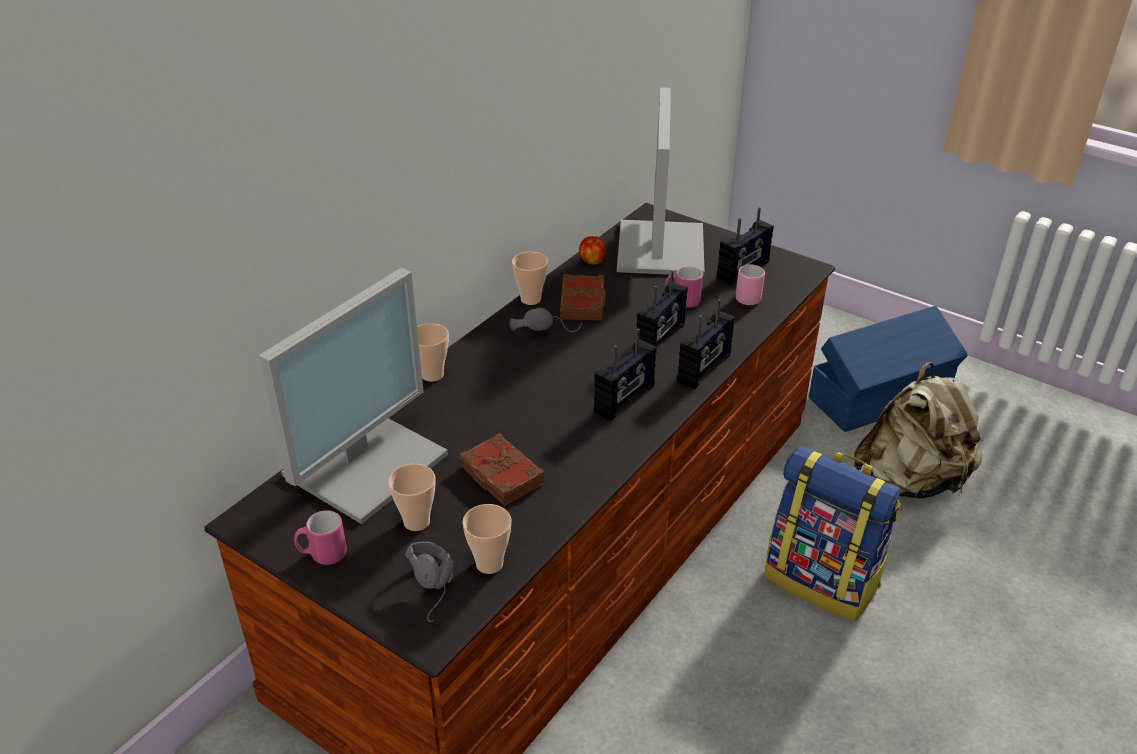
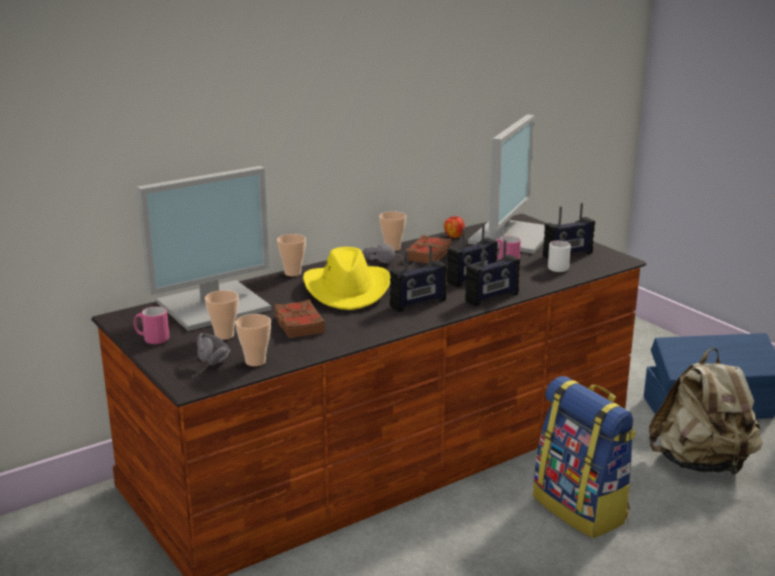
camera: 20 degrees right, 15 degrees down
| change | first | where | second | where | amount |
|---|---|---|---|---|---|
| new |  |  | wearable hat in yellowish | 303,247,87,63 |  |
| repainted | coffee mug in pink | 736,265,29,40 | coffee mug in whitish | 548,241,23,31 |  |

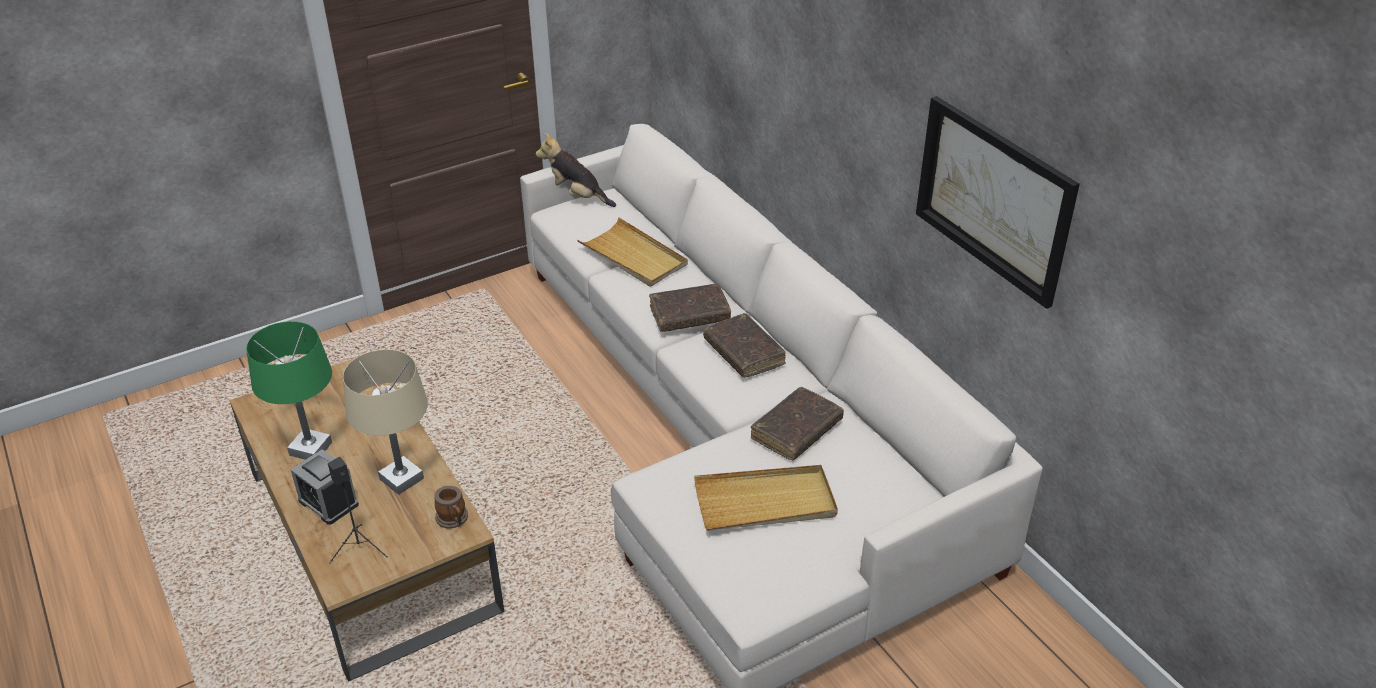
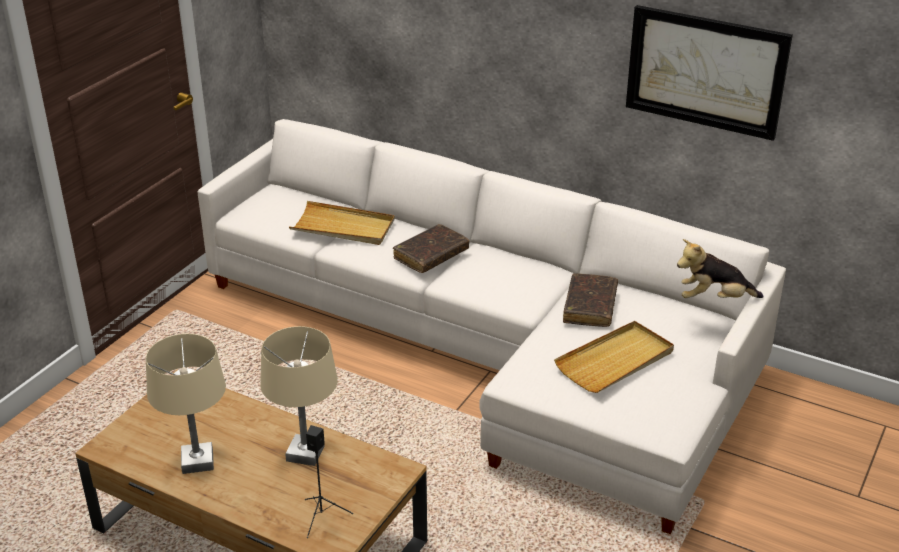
camera: 30 degrees left, 5 degrees down
| change | first | where | second | where | amount |
|---|---|---|---|---|---|
| gone | table clock | 291,449,68,76 |  |  |  |
| gone | coffee mug | 434,486,34,43 |  |  |  |
| gone | book in brown | 703,313,83,65 |  |  |  |
| shifted | plush toy | 536,133,80,74 |  | 677,239,87,59 |  |
| repainted | lamp for a table in green-coloured | 246,321,86,139 | lamp for a table in sand-coloured | 146,334,80,140 |  |

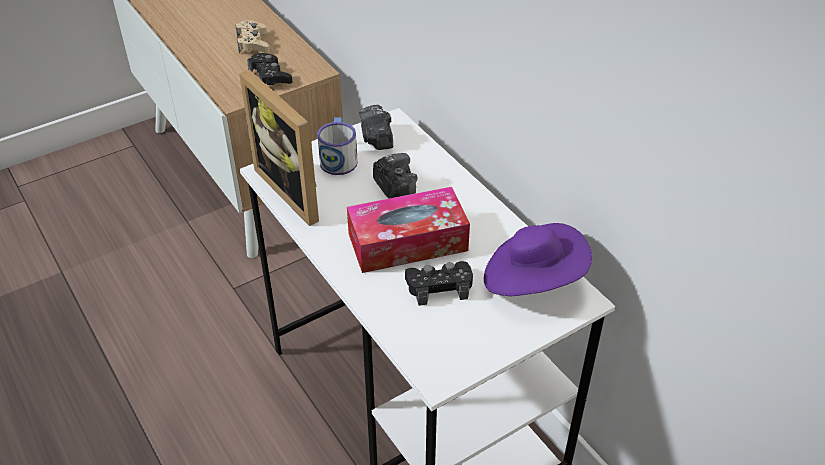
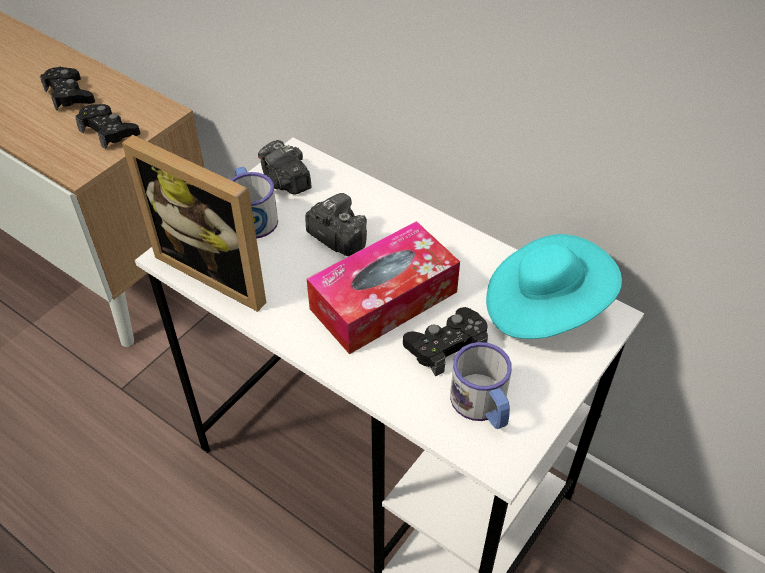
camera: 20 degrees left, 5 degrees up
| change | first | where | second | where | amount |
|---|---|---|---|---|---|
| new |  |  | coffee mug | 450,342,62,87 |  |
| repainted | joypad in sand-coloured | 236,20,34,33 | joypad in black | 40,67,55,44 |  |
| repainted | wearable hat in purple-coloured | 484,223,108,73 | wearable hat in blue-green | 486,234,136,105 |  |

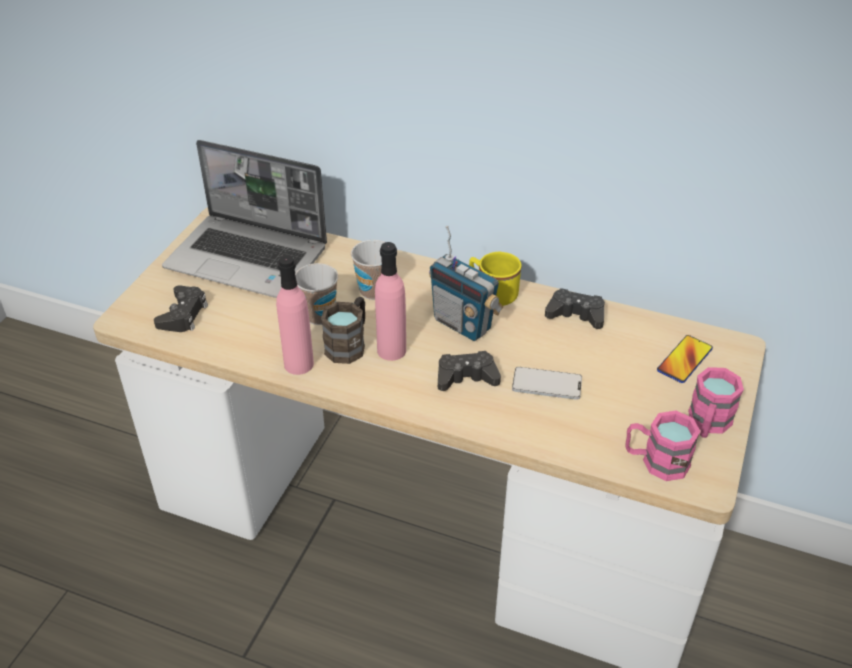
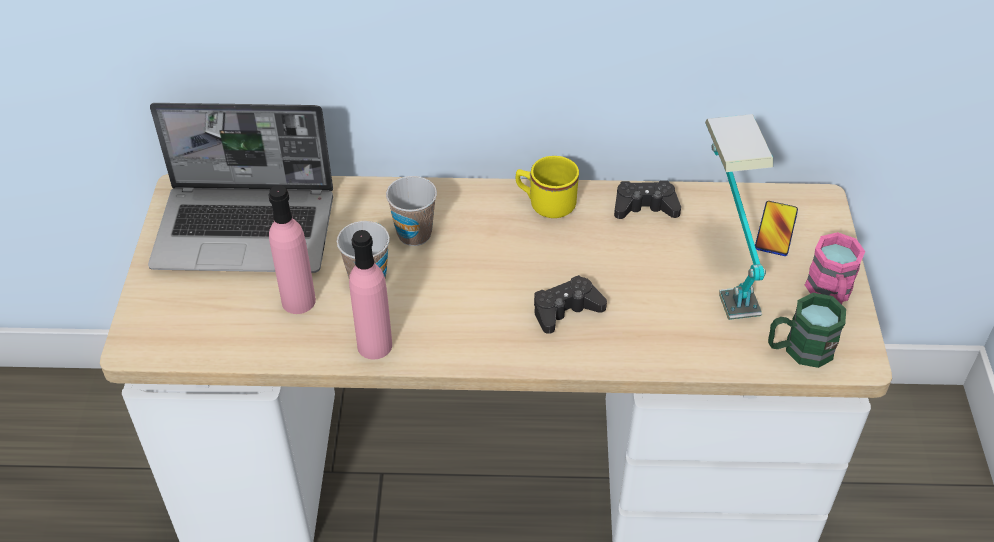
camera: 20 degrees left, 5 degrees up
| change | first | where | second | where | amount |
|---|---|---|---|---|---|
| gone | joypad in black | 154,285,54,47 |  |  |  |
| gone | coffee mug in brown | 321,297,44,67 |  |  |  |
| gone | radio receiver | 429,226,74,115 |  |  |  |
| gone | handset | 512,367,70,33 |  |  |  |
| new |  |  | lamp for a table | 705,114,68,206 |  |
| shifted | drink bottle in pink | 375,242,31,119 |  | 269,185,47,129 |  |
| repainted | coffee mug in pink | 625,411,76,70 | coffee mug in green-coloured | 768,293,78,75 |  |

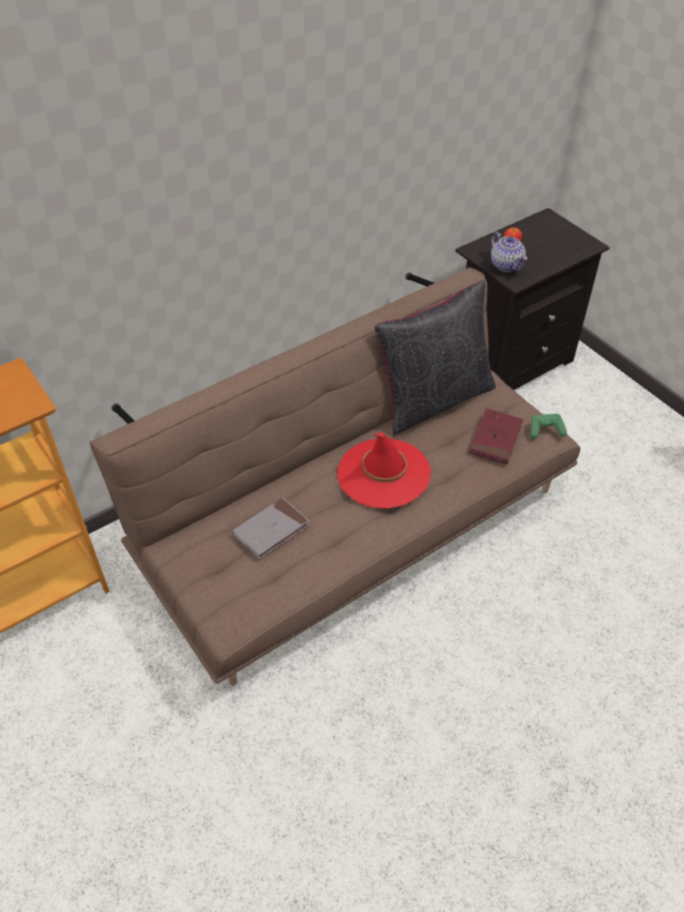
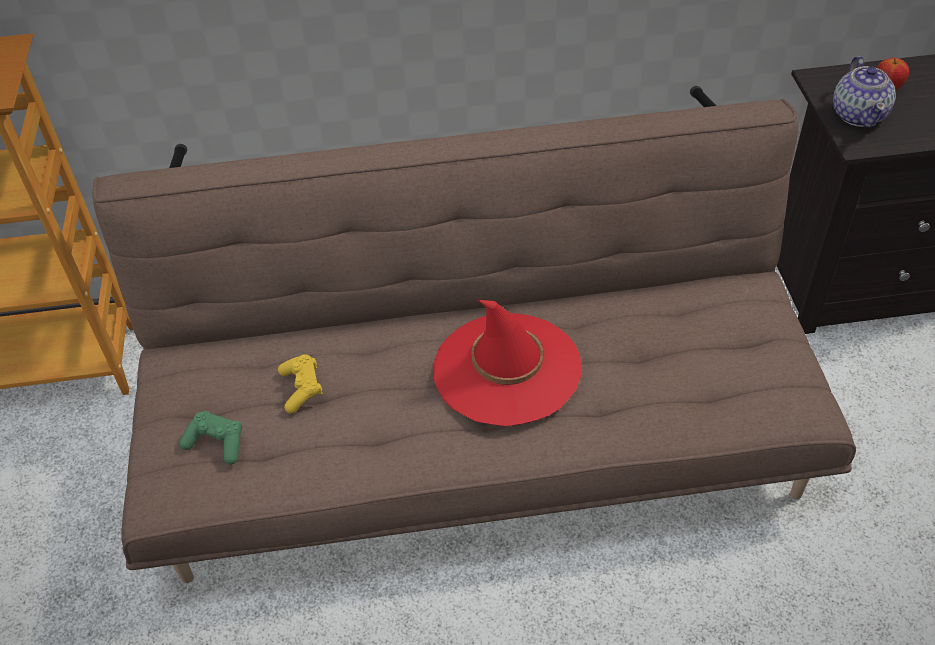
camera: 30 degrees right, 0 degrees up
| change | first | where | second | where | amount |
|---|---|---|---|---|---|
| gone | pillow in black | 375,281,121,154 |  |  |  |
| gone | book in red | 469,408,54,56 |  |  |  |
| shifted | joypad in green-coloured | 530,414,37,25 |  | 179,411,63,54 |  |
| swapped | book in greyish | 232,497,78,62 | joypad in yellowish | 278,354,45,60 |  |

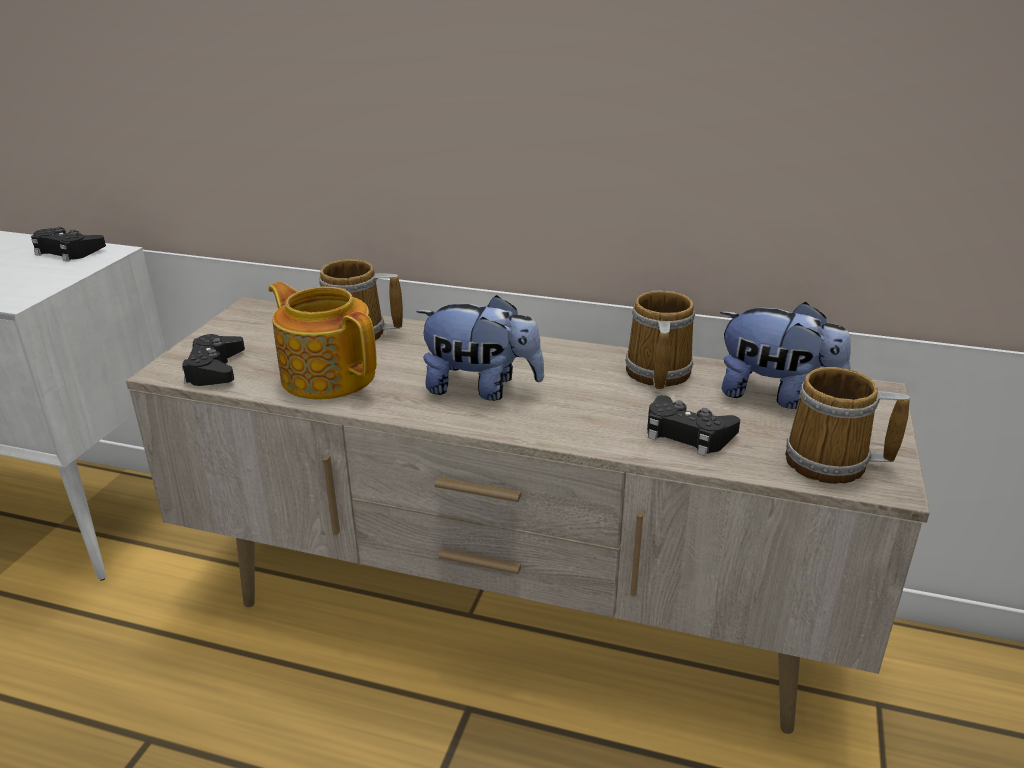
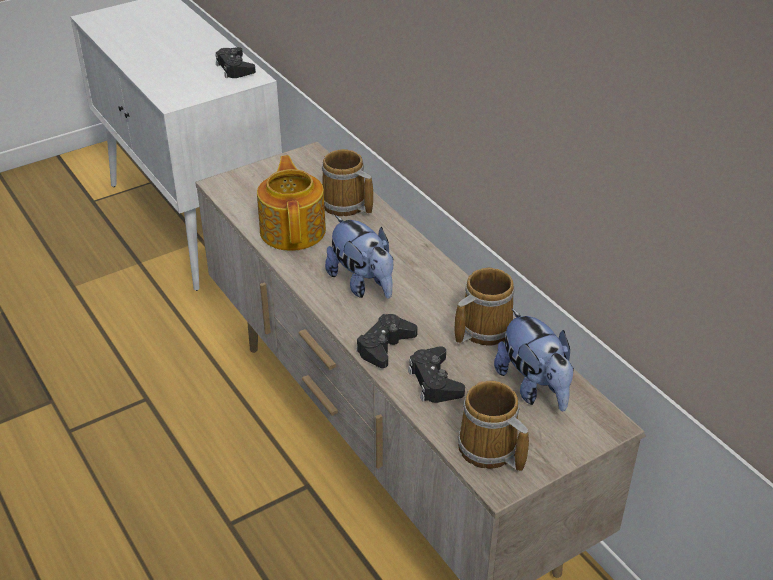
camera: 40 degrees right, 10 degrees up
| change | first | where | second | where | amount |
|---|---|---|---|---|---|
| shifted | joypad in black | 182,334,63,52 |  | 356,314,62,54 |  |

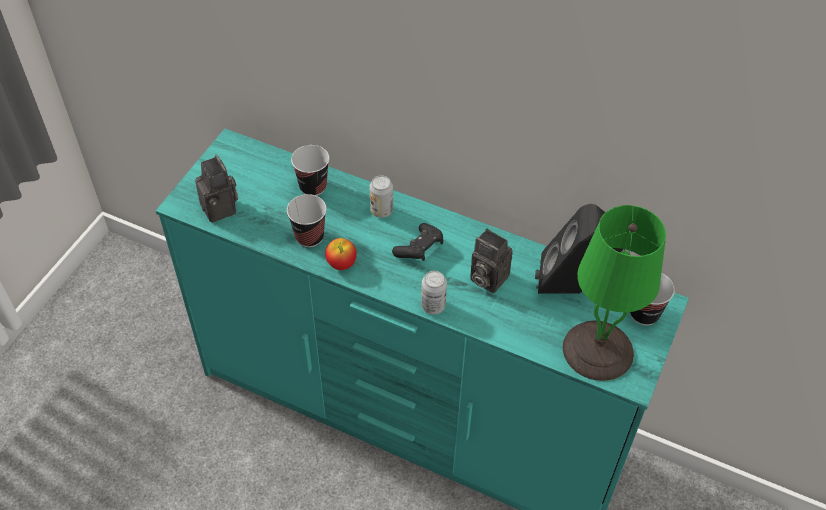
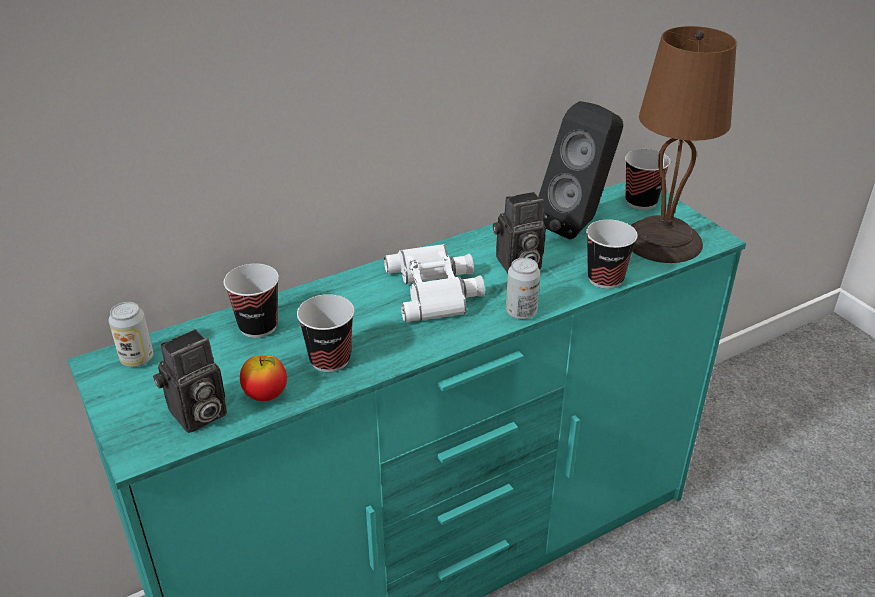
camera: 55 degrees left, 15 degrees down
| change | first | where | second | where | amount |
|---|---|---|---|---|---|
| new |  |  | drinking cup | 586,220,52,69 |  |
| shifted | whole apple | 325,238,32,32 |  | 240,355,47,46 |  |
| shifted | sealed can | 370,175,23,43 |  | 109,302,45,65 |  |
| swapped | joypad in black | 392,223,51,38 | binoculars in whitish | 384,244,101,78 |  |
| repainted | lamp for a table in green-coloured | 563,205,103,176 | lamp for a table in brown | 631,26,106,237 |  |
| rotated | still camera | 195,155,43,68 |  | 153,329,74,104 | 135 degrees clockwise |

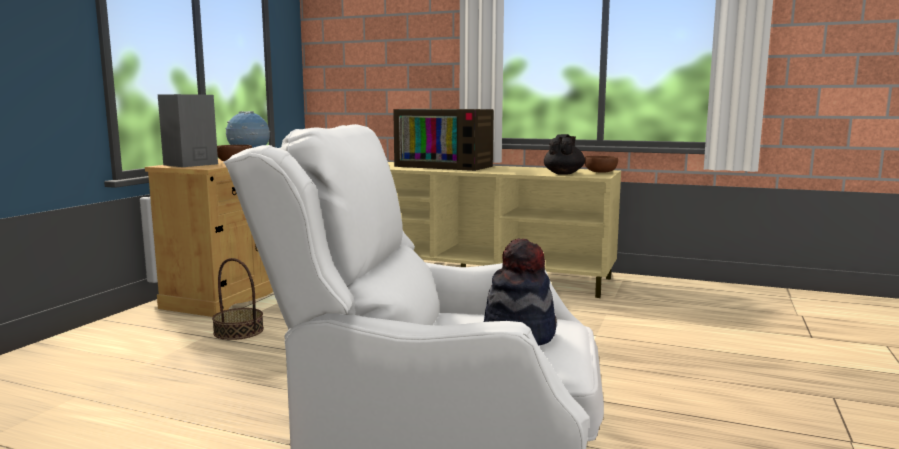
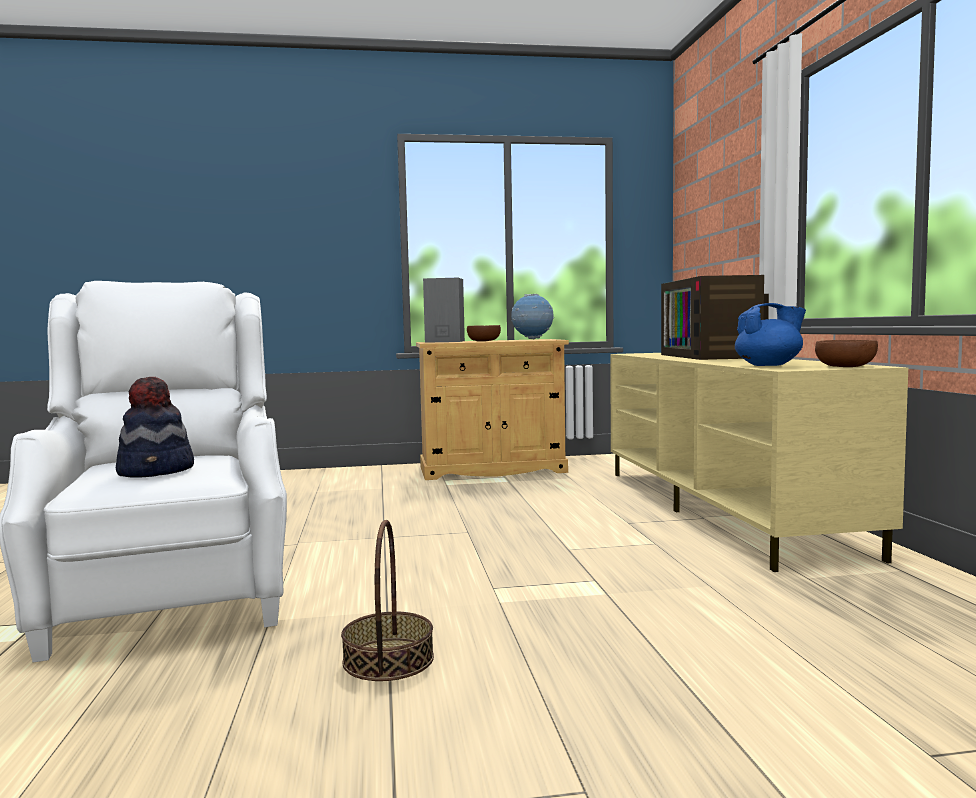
camera: 60 degrees right, 5 degrees down
| change | first | where | second | where | amount |
|---|---|---|---|---|---|
| shifted | basket | 212,258,52,82 |  | 341,520,93,161 |  |
| repainted | pot for tea in black | 544,134,41,41 | pot for tea in blue-coloured | 735,303,71,63 |  |

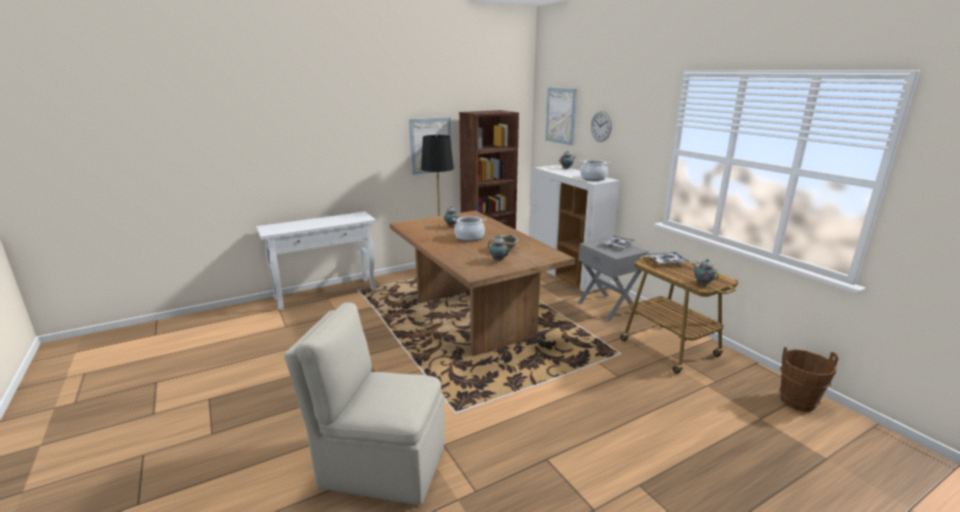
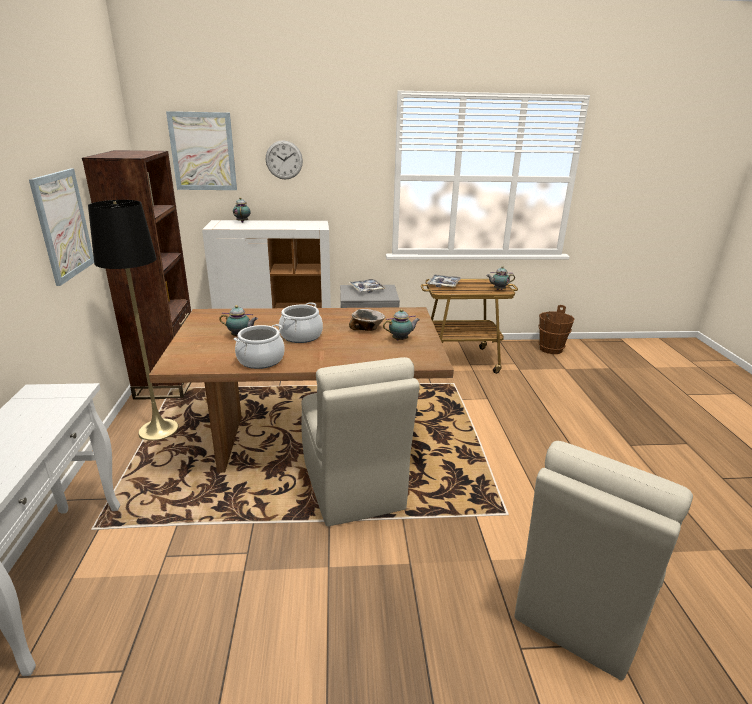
camera: 65 degrees left, 5 degrees up
| change | first | where | second | where | amount |
|---|---|---|---|---|---|
| new |  |  | upright chair in sand-coloured | 301,357,119,170 |  |
| shifted | cooking pot | 580,160,30,21 |  | 234,324,51,45 |  |

